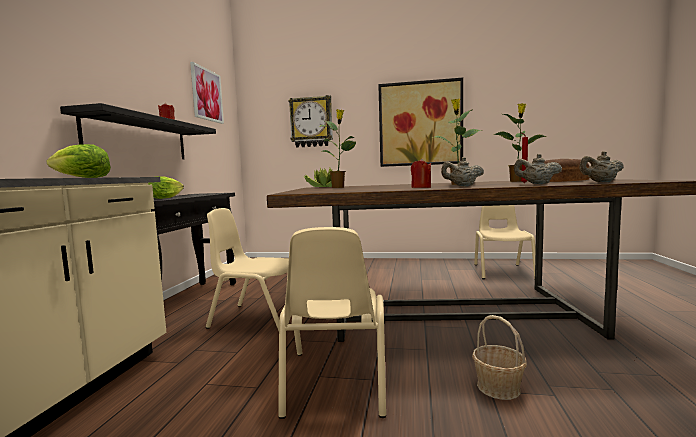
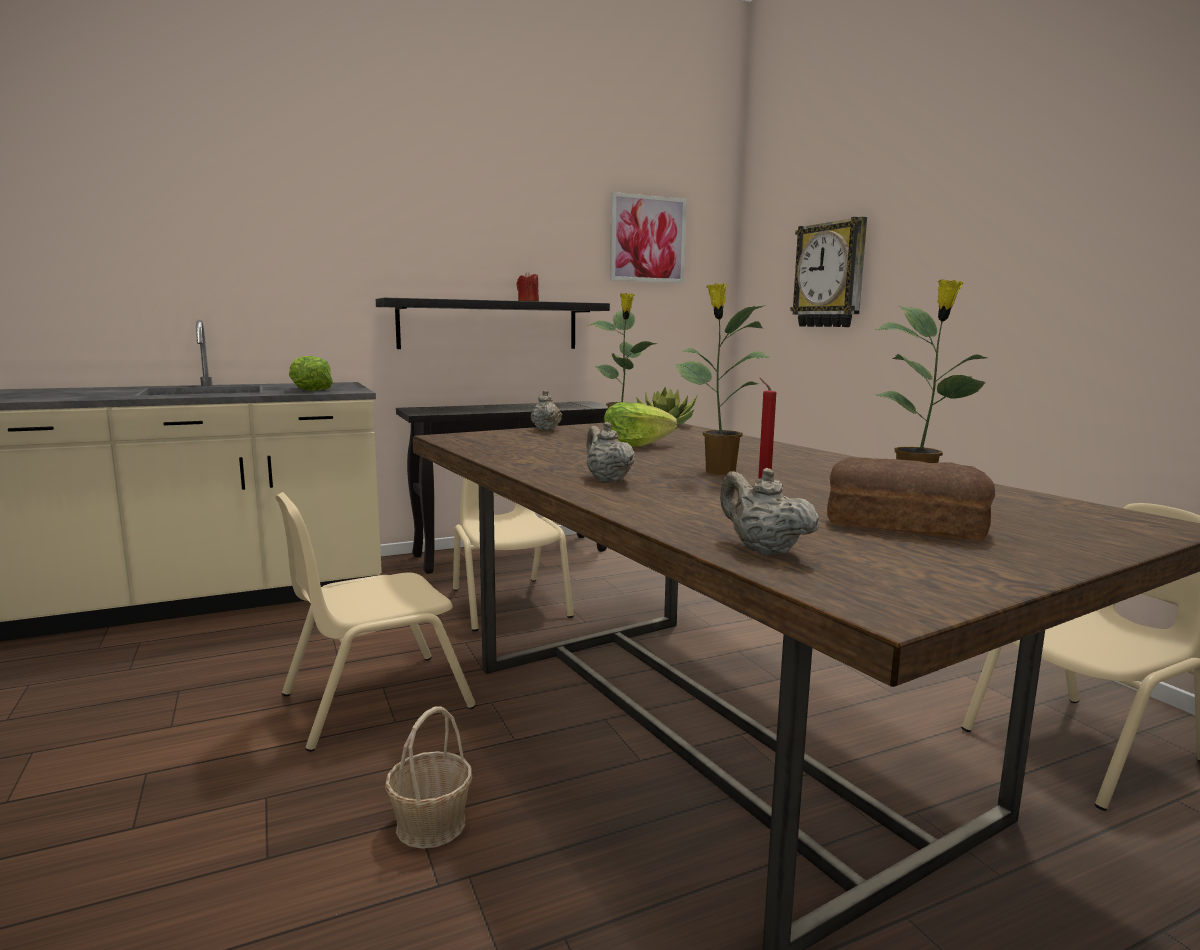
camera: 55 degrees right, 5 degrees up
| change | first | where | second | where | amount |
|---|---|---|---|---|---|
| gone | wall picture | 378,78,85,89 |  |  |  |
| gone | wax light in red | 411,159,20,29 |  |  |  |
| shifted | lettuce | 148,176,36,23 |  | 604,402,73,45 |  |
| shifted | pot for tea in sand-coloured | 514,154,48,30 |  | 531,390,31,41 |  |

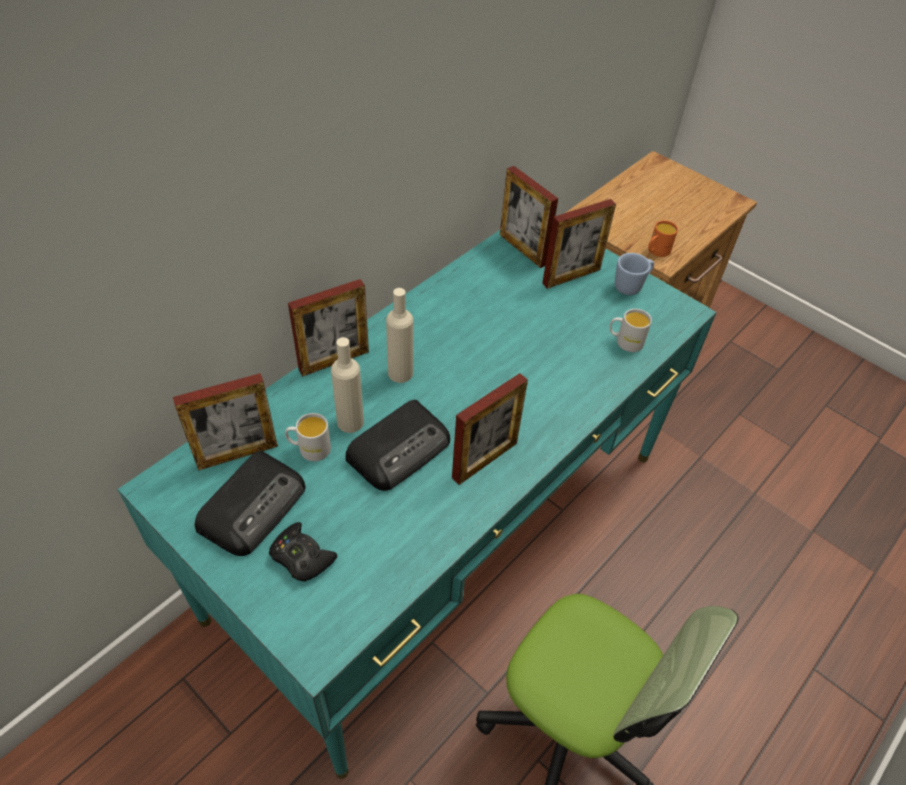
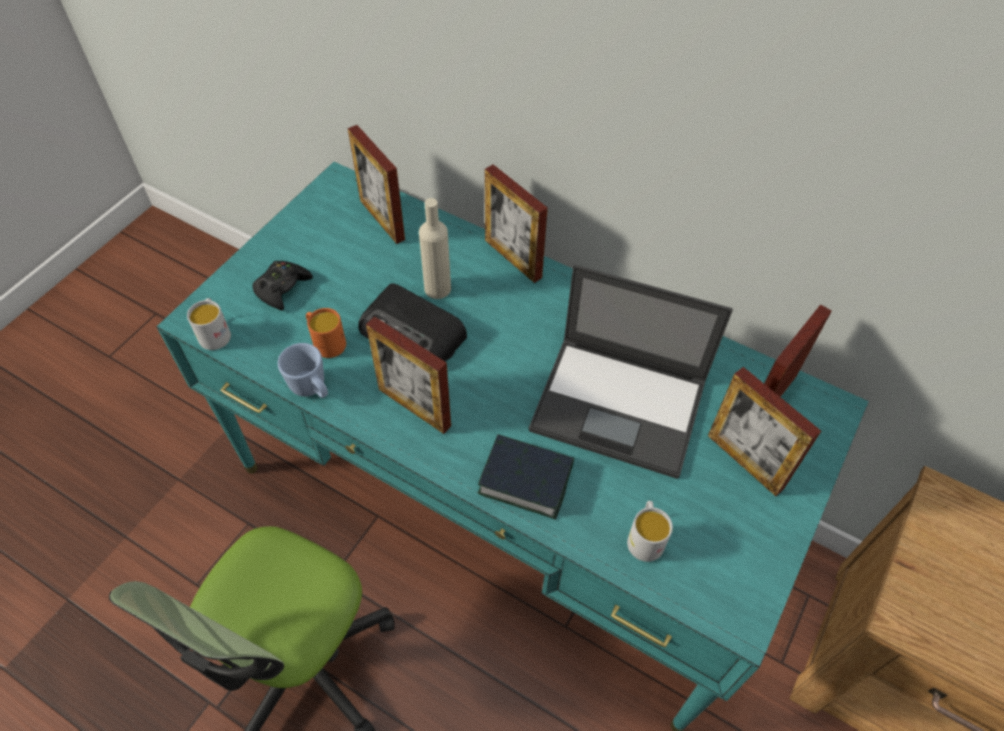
camera: 80 degrees right, 5 degrees up
| change | first | where | second | where | amount |
|---|---|---|---|---|---|
| gone | radio receiver | 194,451,111,105 |  |  |  |
| gone | drink bottle in sand-coloured | 386,288,27,95 |  |  |  |
| new |  |  | book | 478,434,96,86 |  |
| new |  |  | notebook computer | 529,265,204,214 |  |
| shifted | coffee mug in whitish | 285,413,46,48 |  | 187,298,44,52 |  |
| shifted | coffee mug in blue-coloured | 615,253,39,42 |  | 278,343,50,55 |  |
| shifted | coffee mug in orange-coloured | 648,220,30,37 |  | 306,308,40,50 |  |

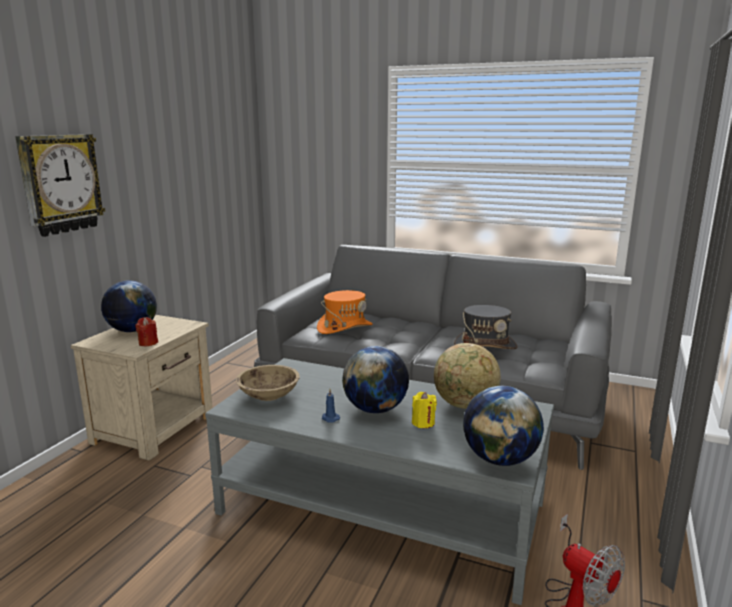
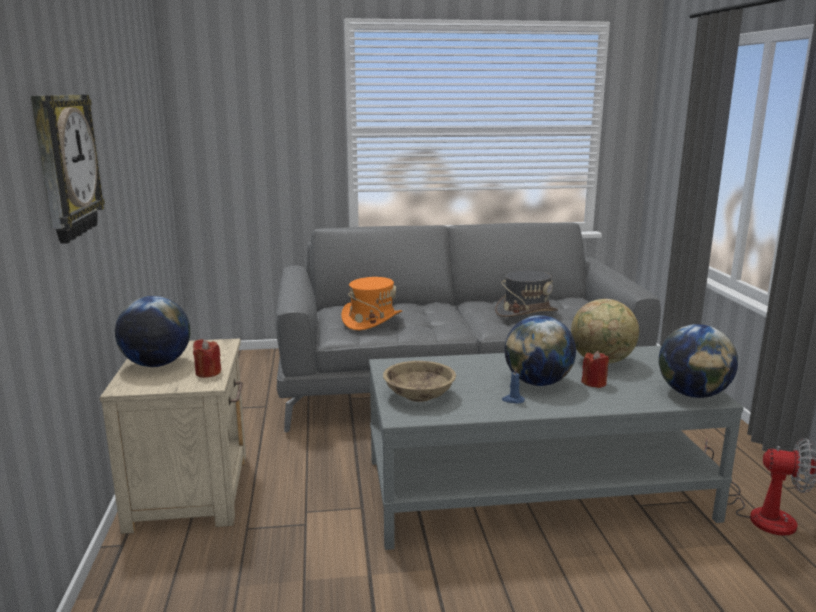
camera: 30 degrees left, 0 degrees up
| change | first | where | second | where | amount |
|---|---|---|---|---|---|
| repainted | wax light in yellowish | 412,392,25,36 | wax light in red | 581,351,28,37 |  |

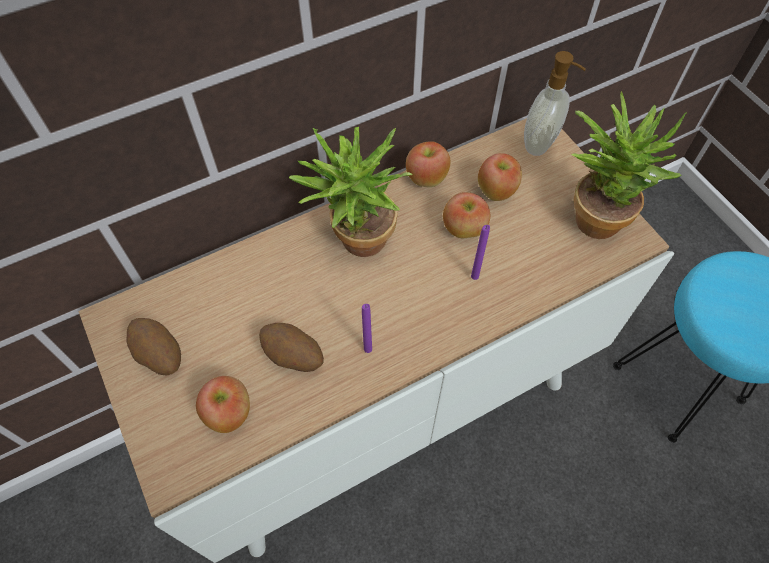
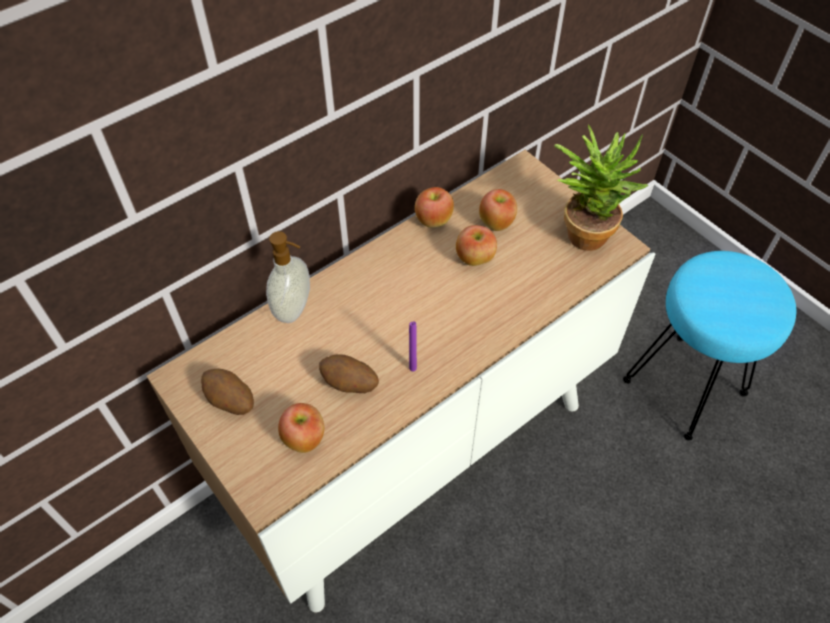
camera: 10 degrees left, 5 degrees down
| change | first | where | second | where | amount |
|---|---|---|---|---|---|
| gone | plant in a pot | 289,127,123,130 |  |  |  |
| gone | wax light in purple-coloured | 471,225,19,55 |  |  |  |
| shifted | soap bottle | 524,51,62,105 |  | 266,231,44,92 |  |

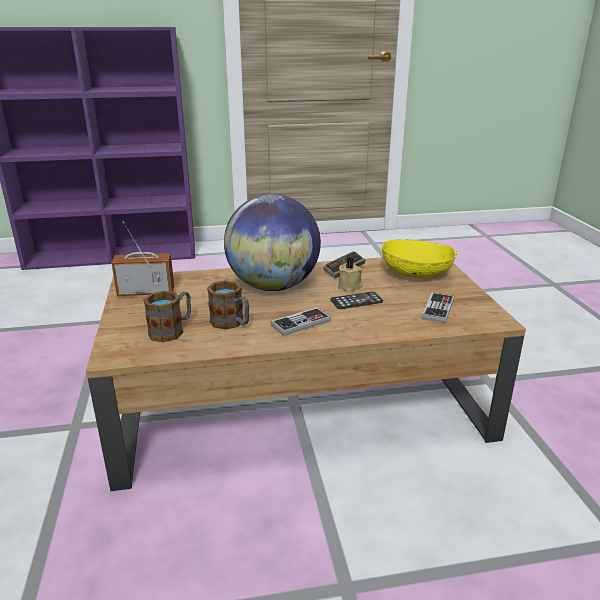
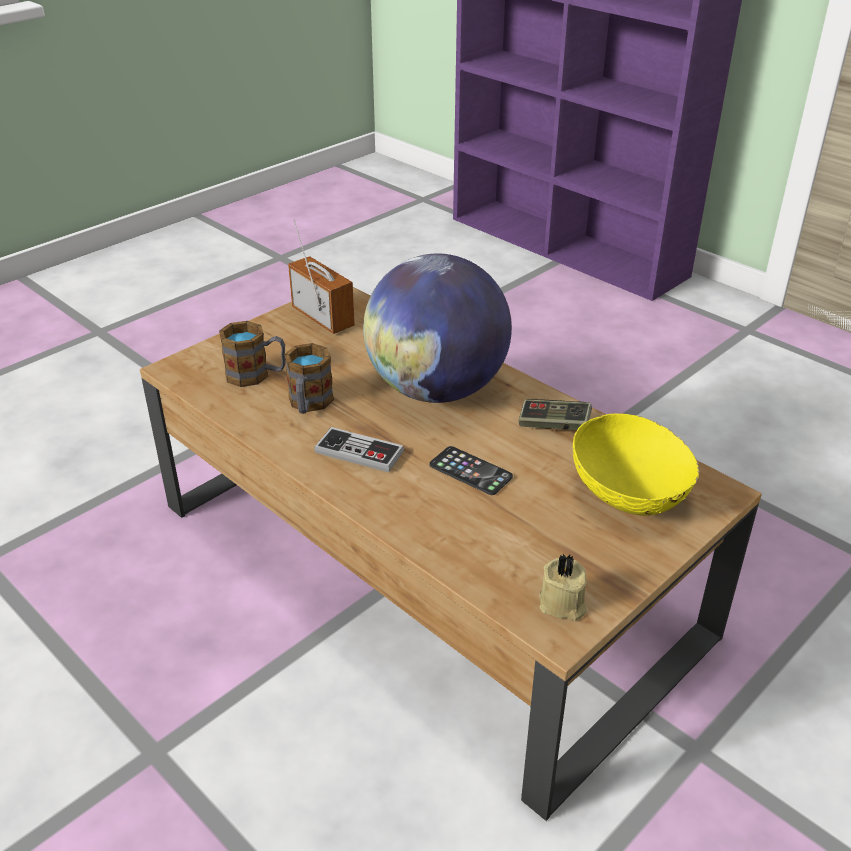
camera: 55 degrees right, 10 degrees up
| change | first | where | second | where | amount |
|---|---|---|---|---|---|
| gone | joypad | 422,292,32,31 |  |  |  |
| shifted | wax light in sand-coloured | 338,257,25,35 |  | 539,554,48,67 |  |

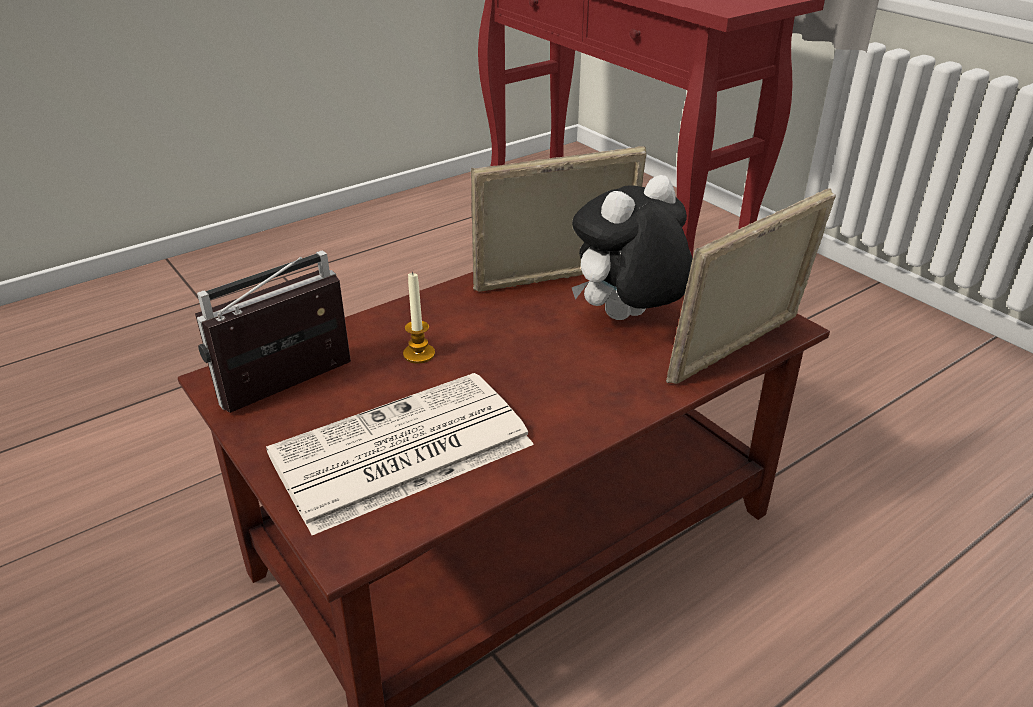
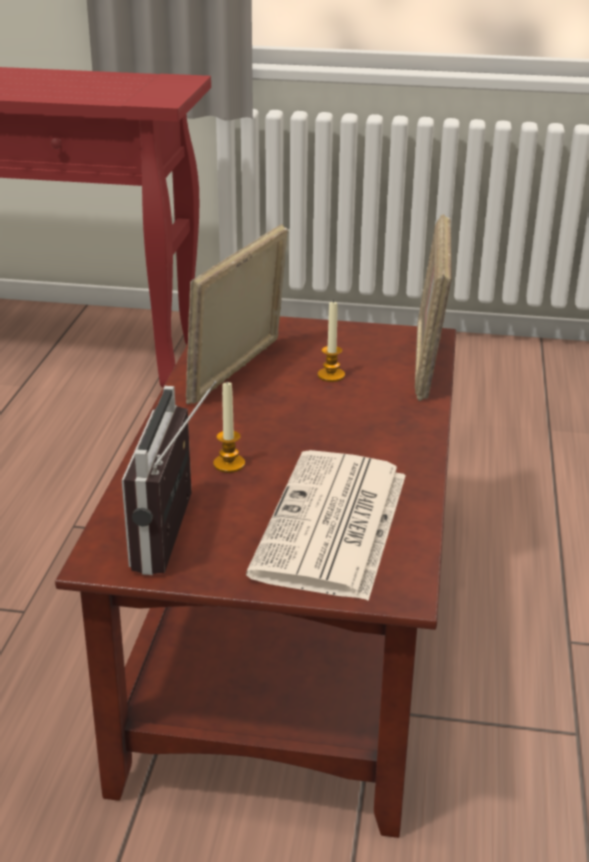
camera: 45 degrees left, 5 degrees down
| change | first | where | second | where | amount |
|---|---|---|---|---|---|
| swapped | plush toy | 572,175,121,145 | wax light | 318,300,27,82 |  |

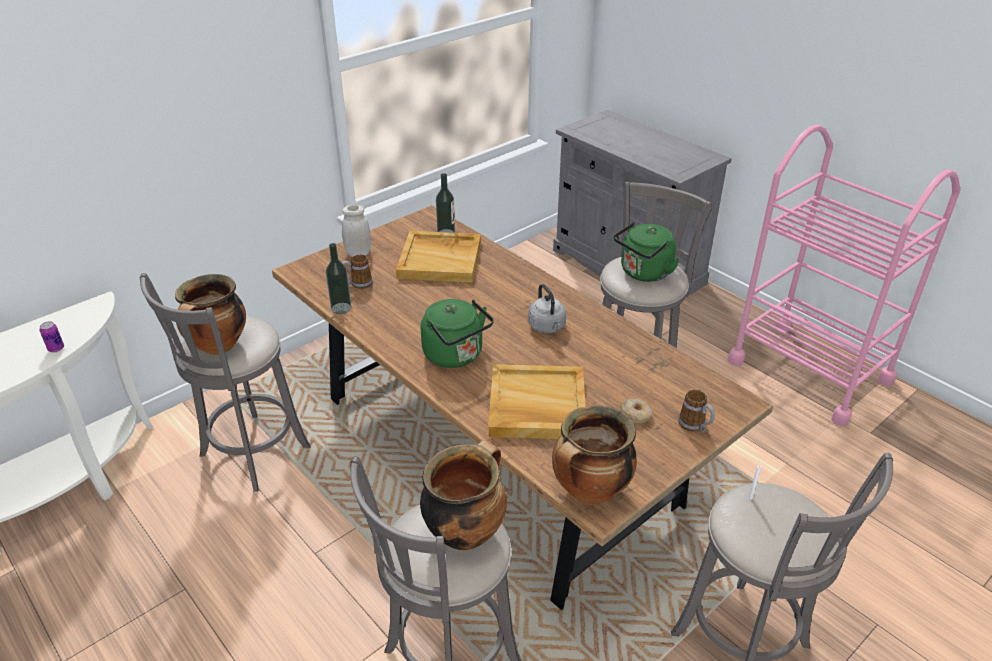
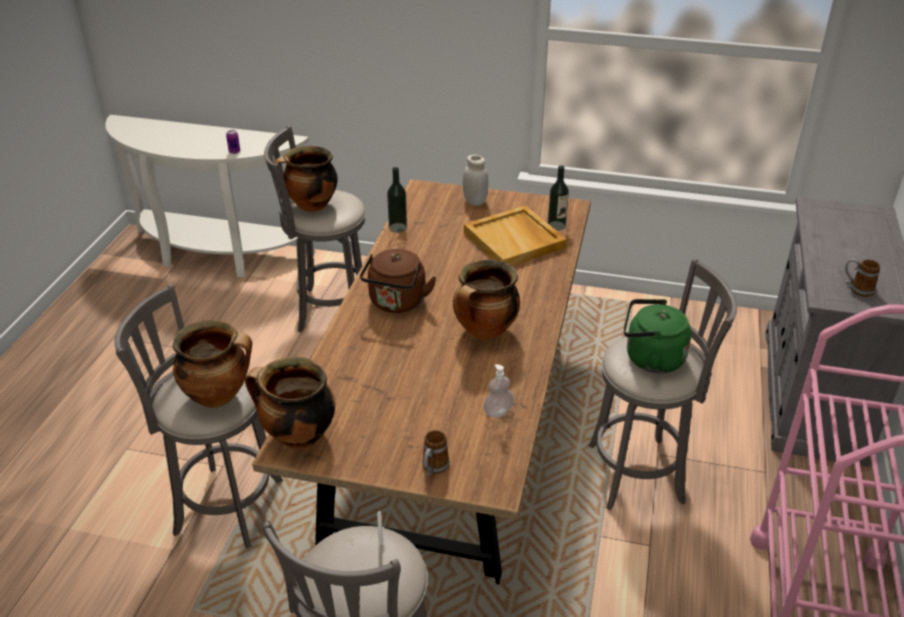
camera: 55 degrees right, 0 degrees up
| change | first | where | second | where | amount |
|---|---|---|---|---|---|
| gone | carrying tray in sand-coloured | 488,364,98,75 |  |  |  |
| gone | ring doughnut | 620,398,32,26 |  |  |  |
| new |  |  | soap bottle | 484,364,30,54 |  |
| shifted | coffee mug | 342,254,31,35 |  | 845,258,35,39 |  |
| swapped | water kettle in greyish | 528,284,38,49 | cooking pot | 453,260,67,80 |  |
| repainted | water kettle in green-coloured | 421,299,73,69 | water kettle in brown | 360,249,77,64 |  |

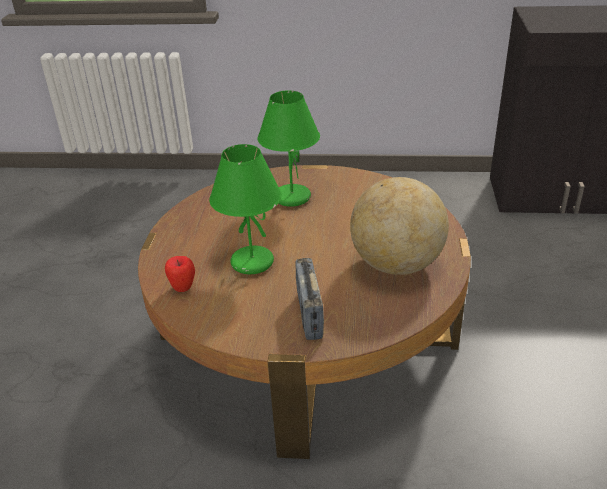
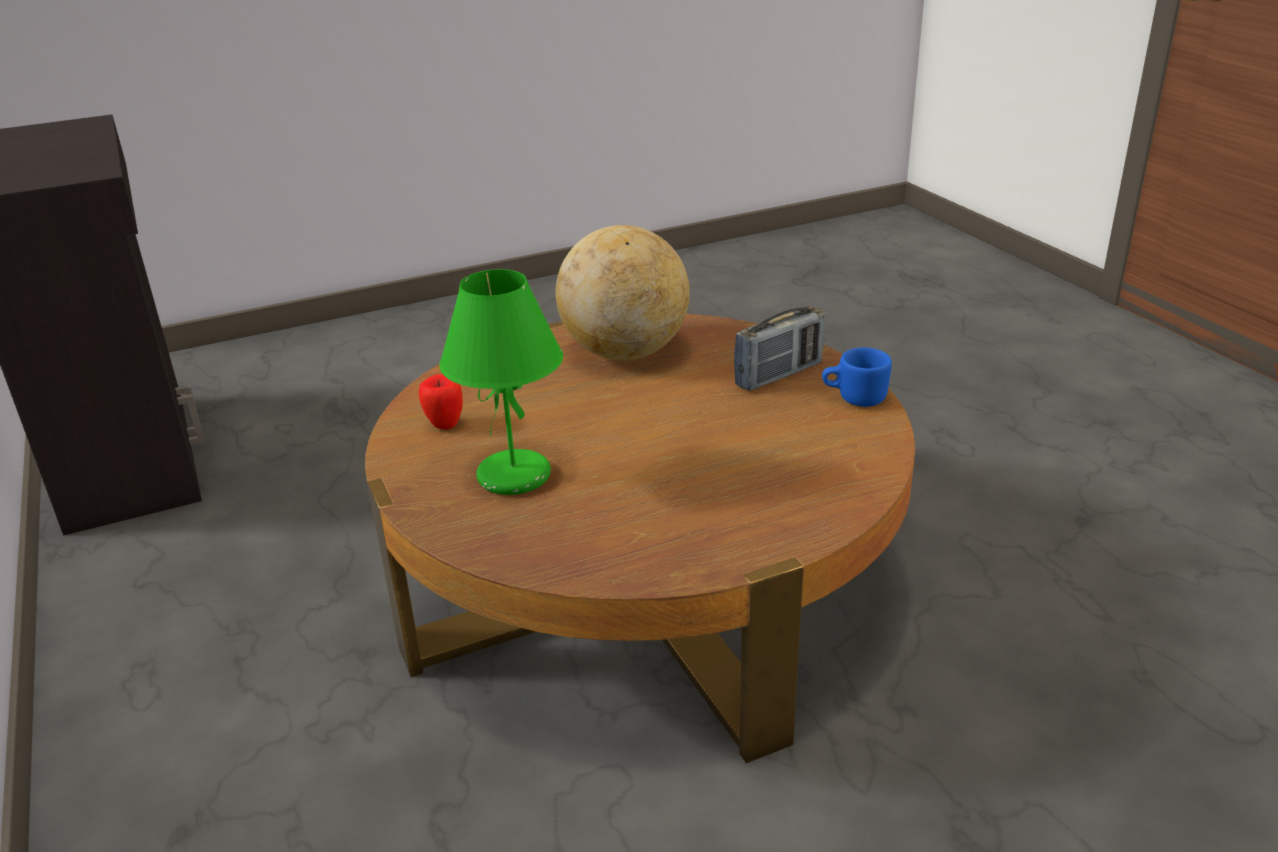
camera: 120 degrees left, 5 degrees down
| change | first | where | second | where | amount |
|---|---|---|---|---|---|
| gone | lamp for a table in green-coloured | 209,144,73,130 |  |  |  |
| new |  |  | coffee mug in blue-coloured | 822,348,70,59 |  |
| shifted | whole apple | 165,256,30,36 |  | 419,374,44,55 |  |

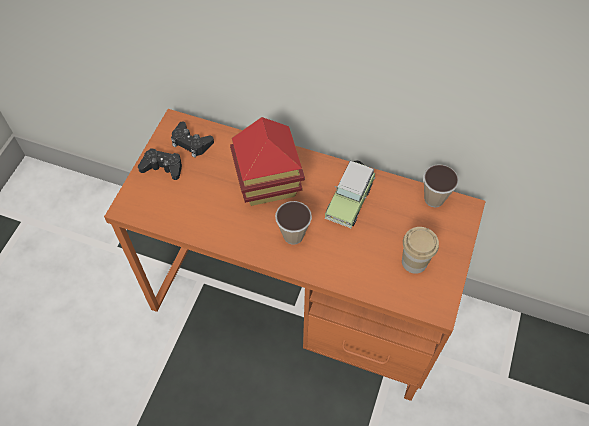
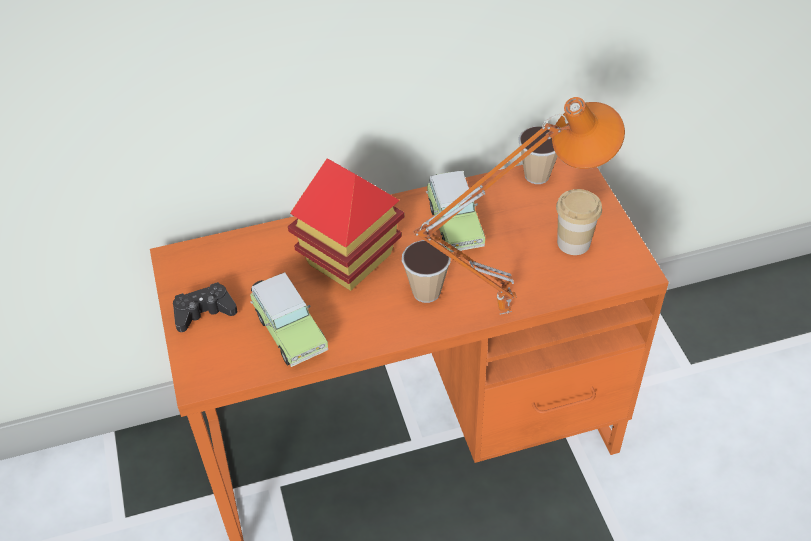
camera: 35 degrees left, 10 degrees down
| change | first | where | second | where | amount |
|---|---|---|---|---|---|
| gone | joypad in black | 171,121,43,36 |  |  |  |
| new |  |  | miniature car | 250,272,78,95 |  |
| new |  |  | lamp for a table in orange-coloured | 414,97,211,218 |  |

